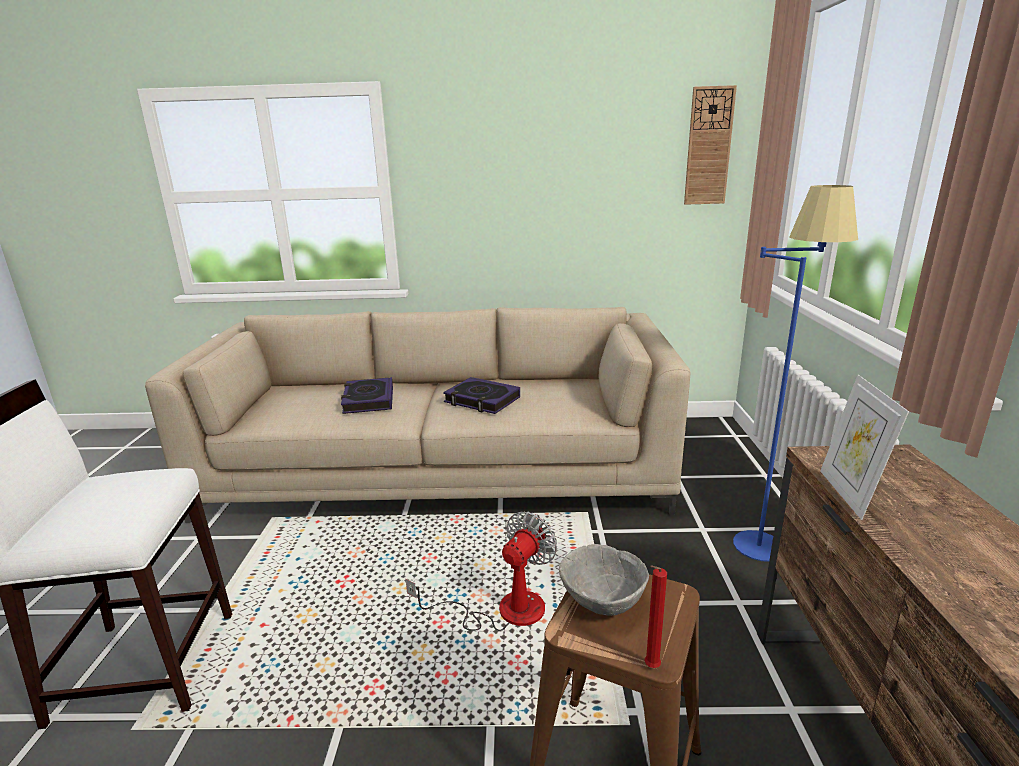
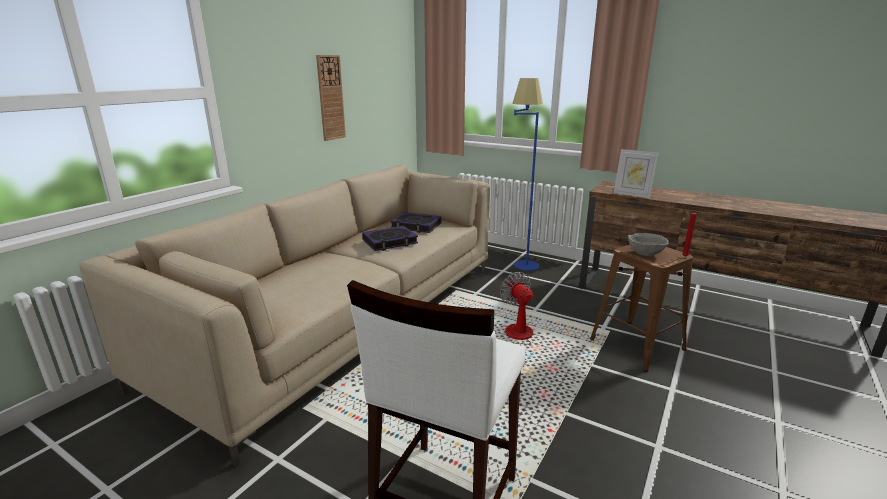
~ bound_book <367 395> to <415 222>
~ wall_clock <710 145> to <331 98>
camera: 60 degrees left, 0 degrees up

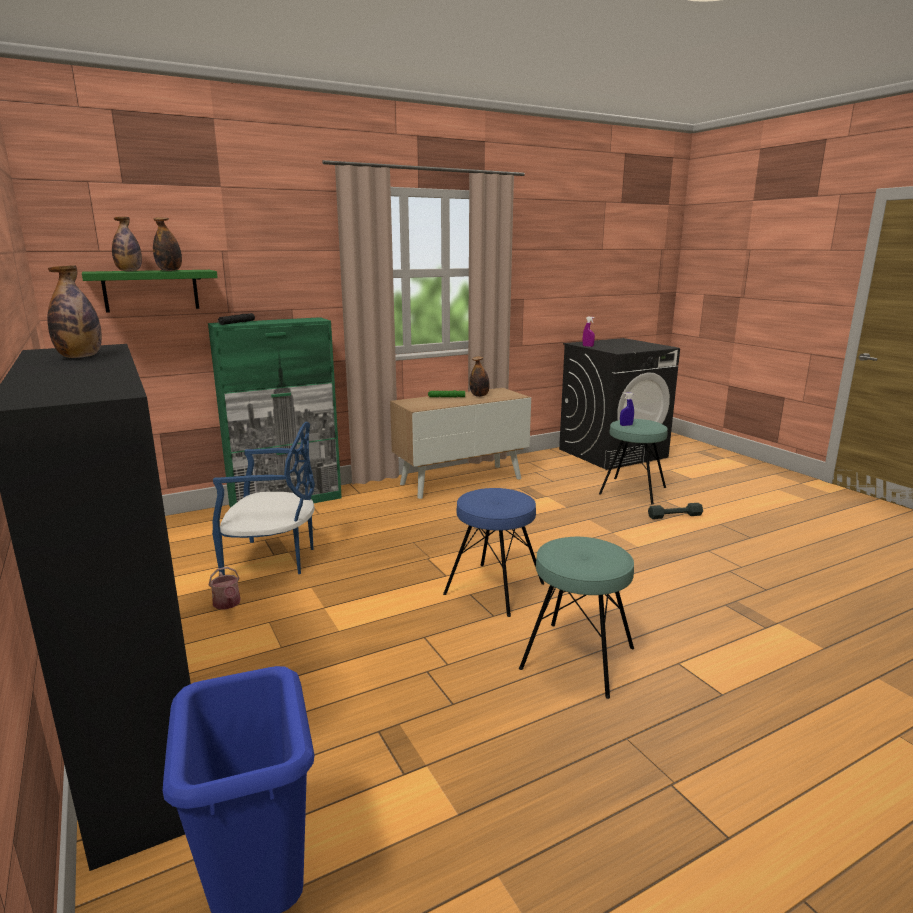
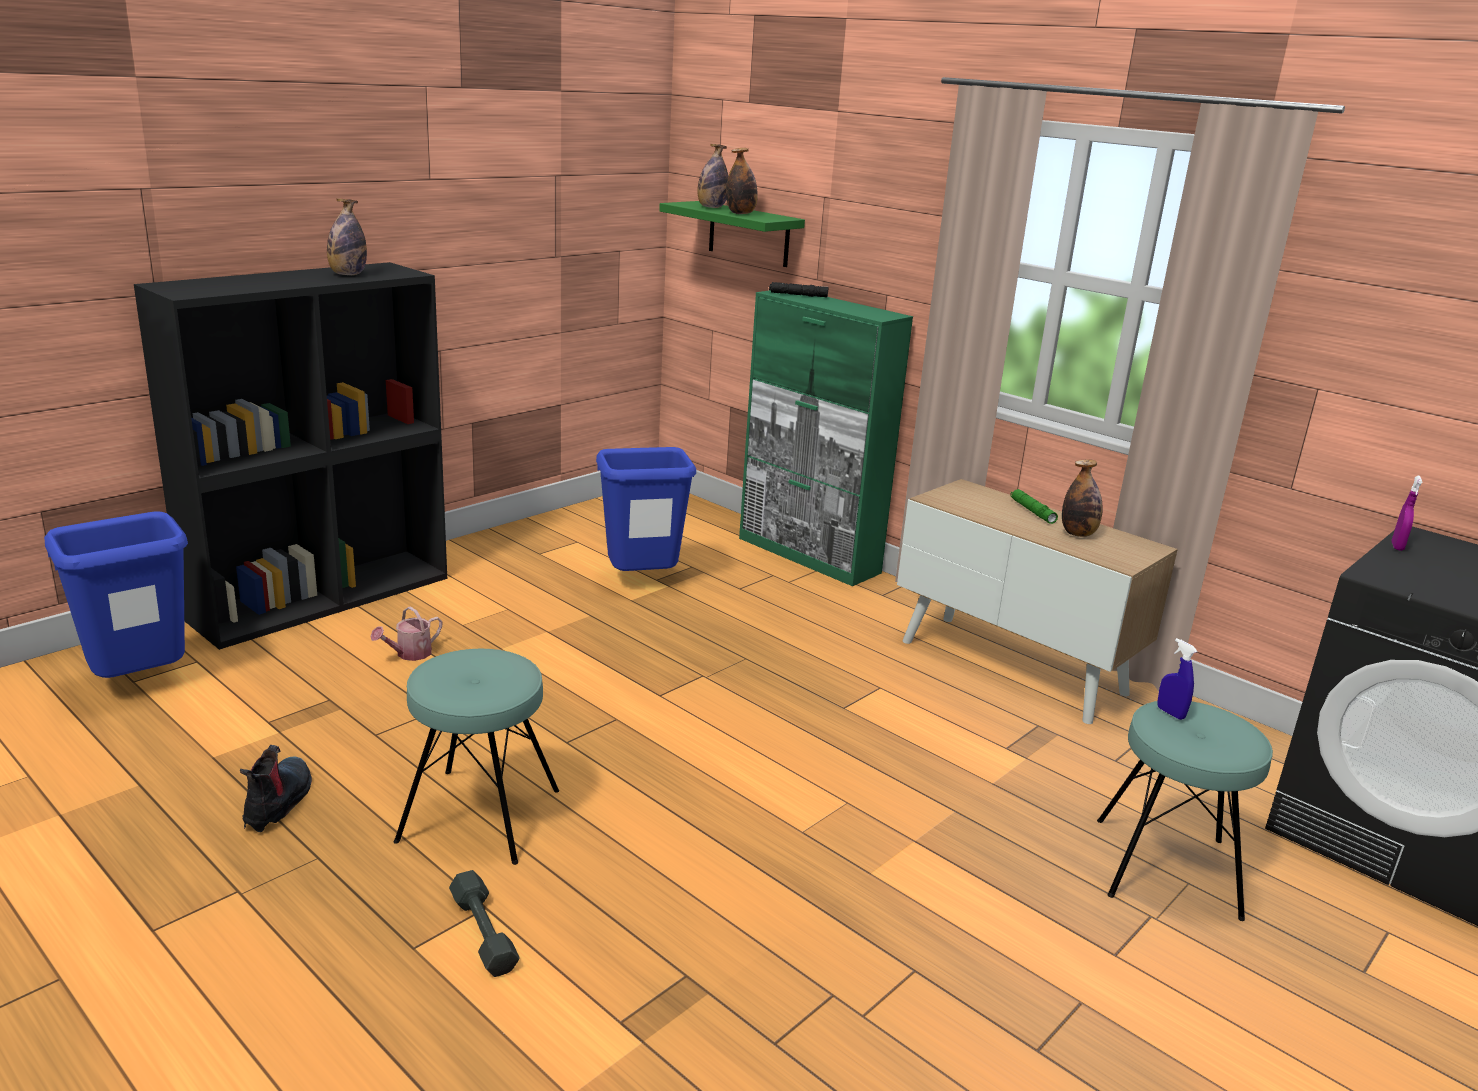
~ watering_pot <224 588> to <406 633>
~ blue_chair <263 498> to blue_trash_can <646 509>
- blue_stool <493 552>
~ gray_dumbbell <675 511> to <484 923>
+ tall_boot <276 788>
camera: 70 degrees right, 5 degrees up

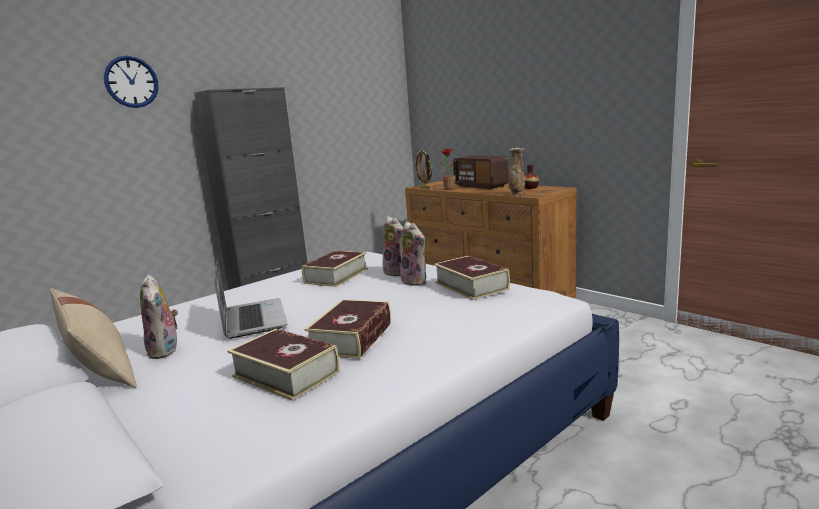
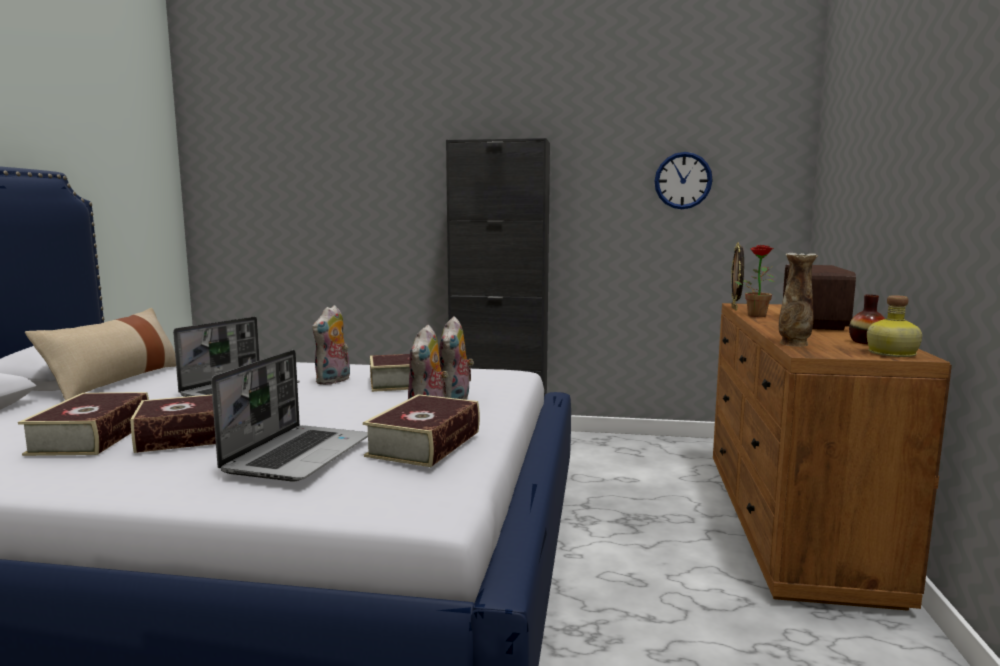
~ wall_clock <131 82> to <683 180>
~ plush_toy <159 317> to <331 345>
+ laptop <289 416>
+ bottle <894 326>
camera: 50 degrees right, 5 degrees down

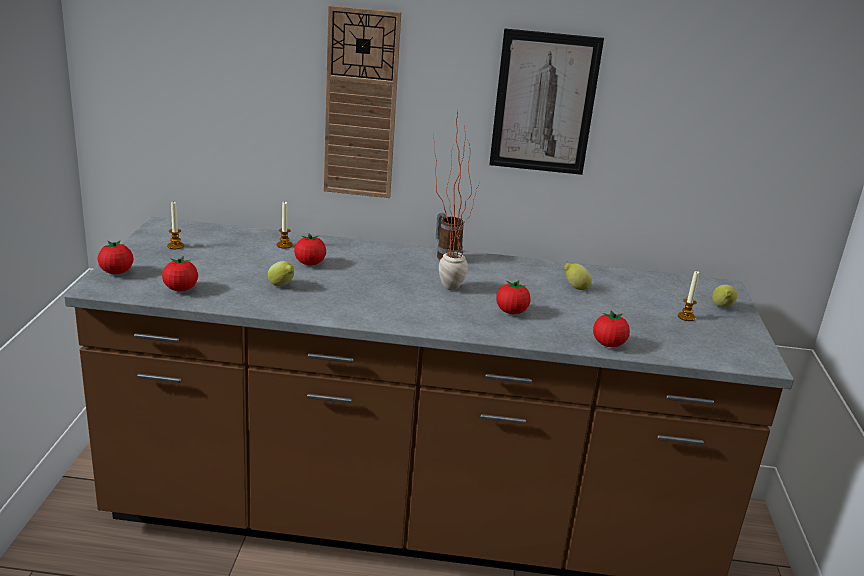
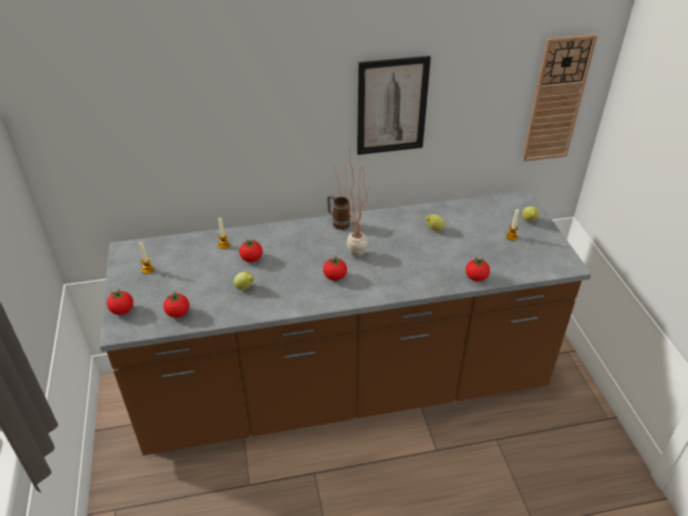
~ wall_clock <362 101> to <559 97>
~ tomato <513 297> to <335 268>
camera: 15 degrees left, 15 degrees up

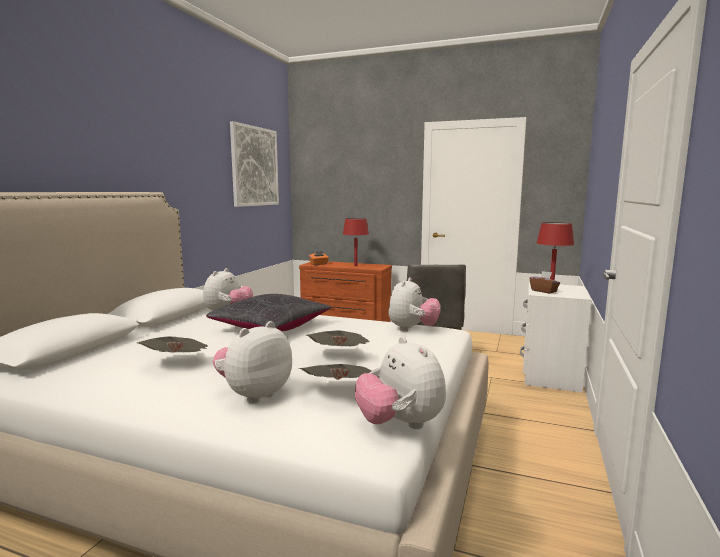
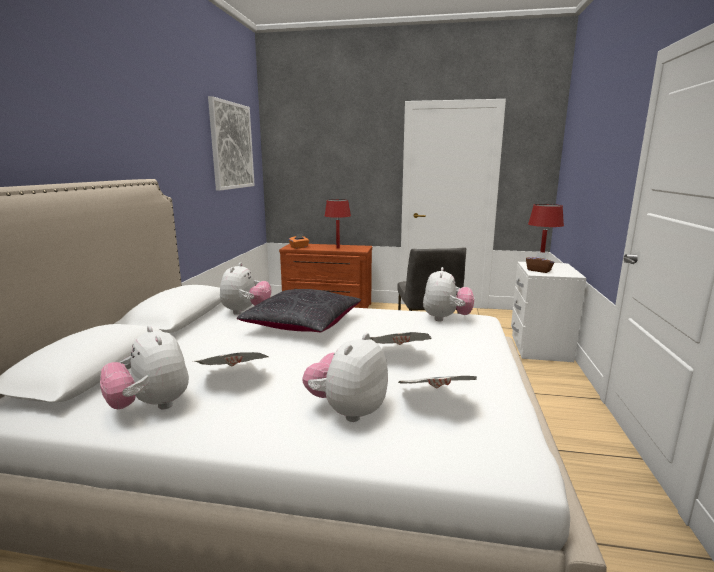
~ plush_toy <400 382> to <144 367>
camera: 10 degrees left, 5 degrees up

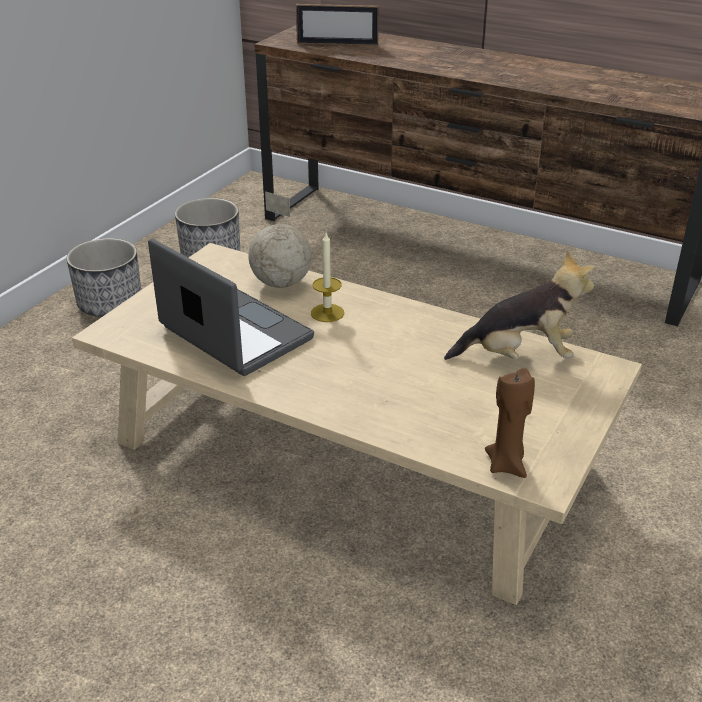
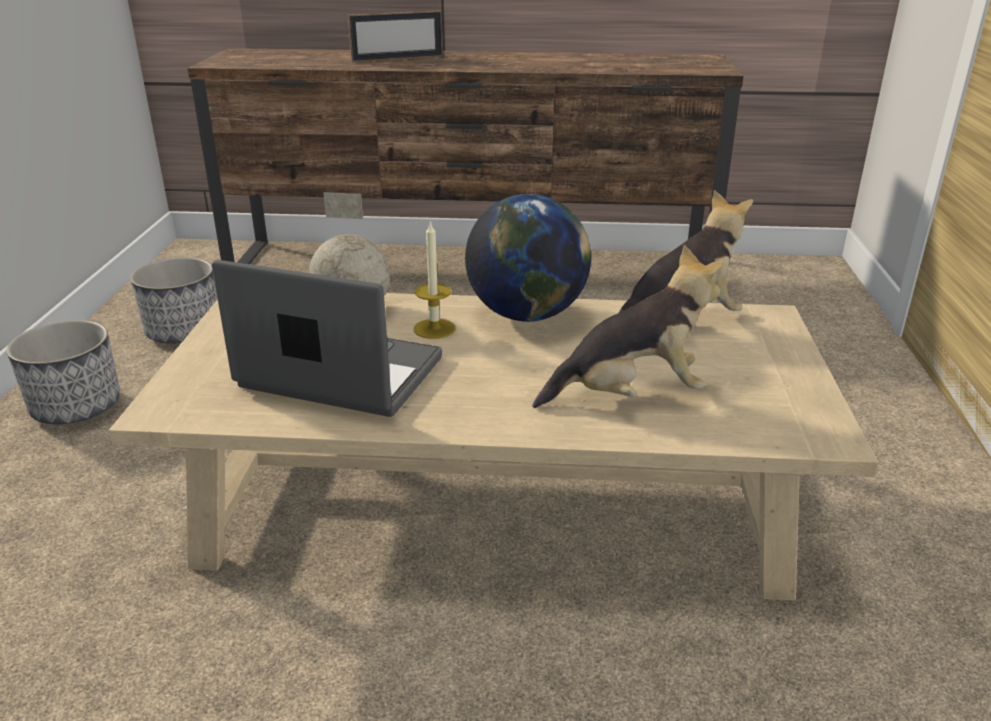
~ photo_frame <337 25> to <395 36>
- brownish_wax_light <510 423>
+ desk_globe <528 258>
+ plush_toy <628 326>
camera: 25 degrees left, 5 degrees down

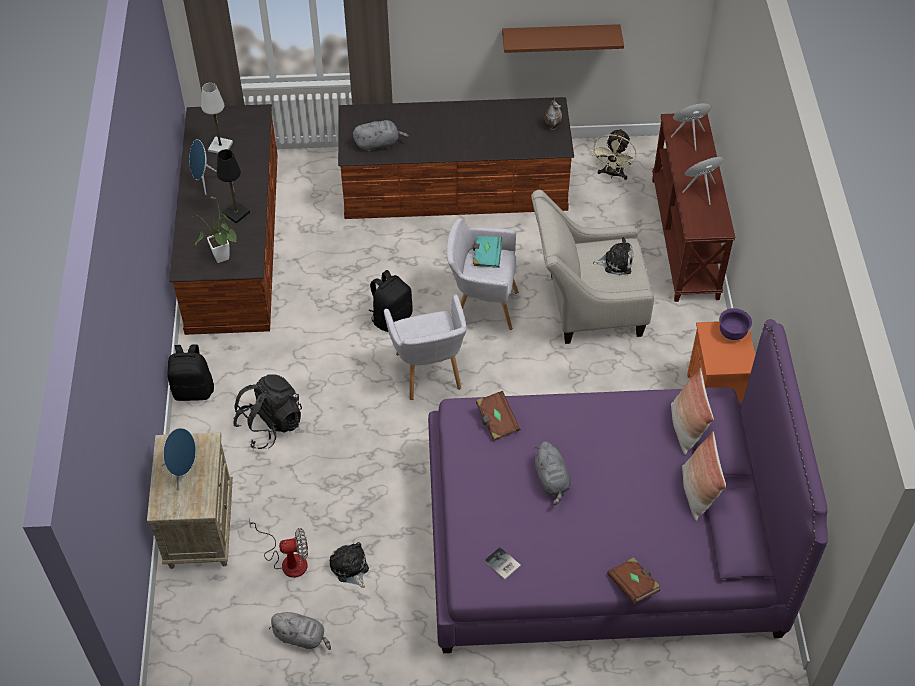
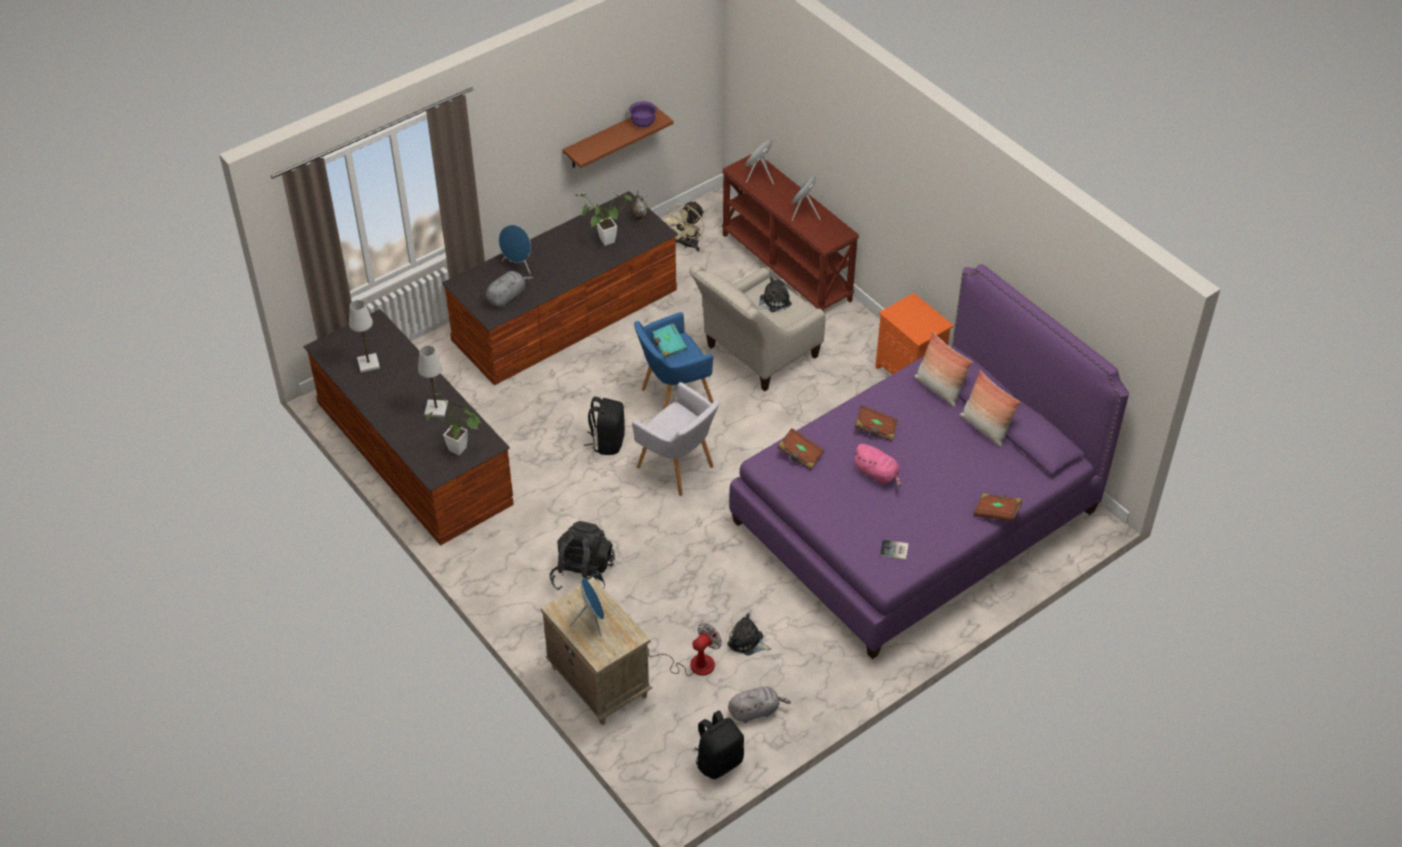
~ blackish_rucksack <190 372> to <719 744>
~ blue_loudspeaker <203 167> to <515 249>
~ blackish_lamp_for_a_table <233 186> to whitish_lamp_for_a_table <433 381>
~ gray_armchair <482 274> to blue_armchair <673 360>
~ gray_plush_toy <552 473> to pinkish_plush_toy <877 465>
~ sand-coloured_fan <614 154> = <683 226> 45 degrees clockwise
~ purplish_deep_dish <735 324> to <643 114>
+ houseplant <604 219>
+ brownish_bound_book <876 423>
camera: 35 degrees left, 5 degrees down

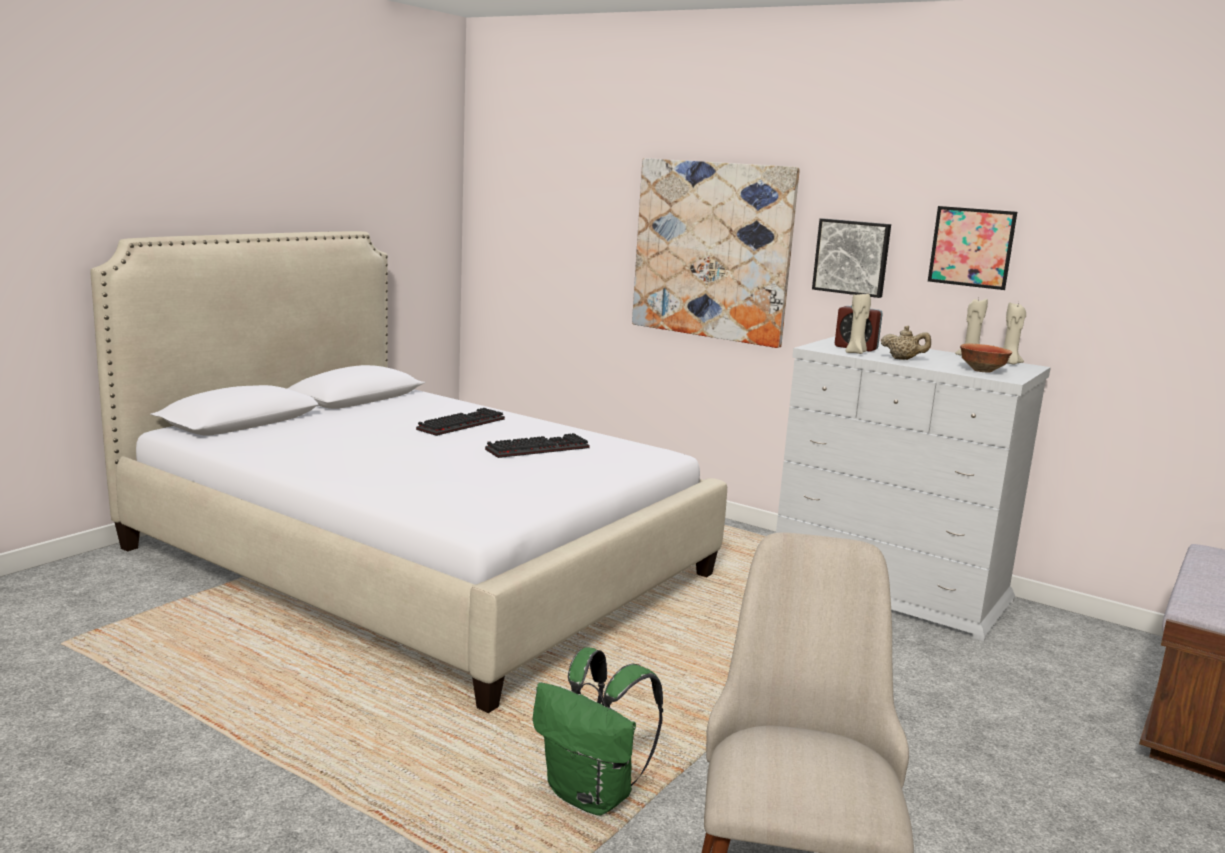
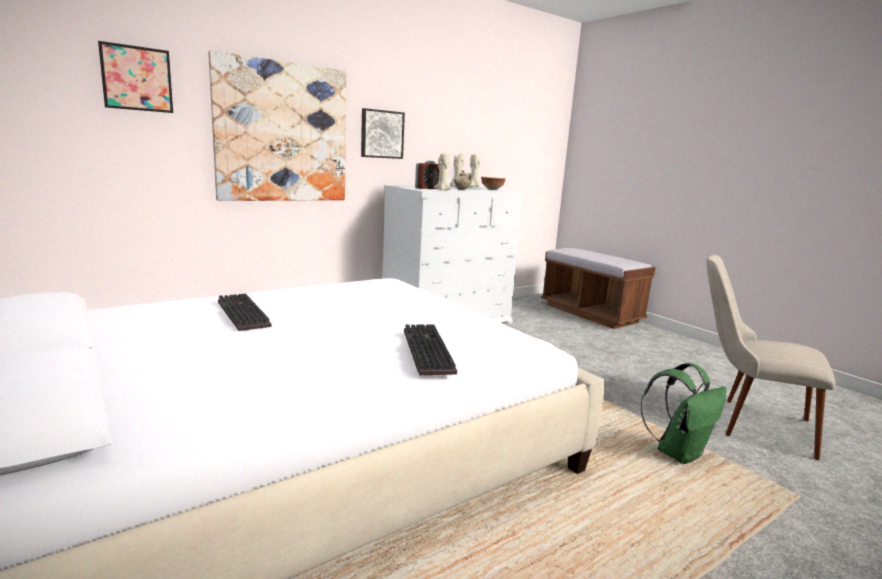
~ PC_keyboard <537 445> to <430 349>
~ wall_picture <972 248> to <135 77>
camera: 70 degrees left, 0 degrees up

